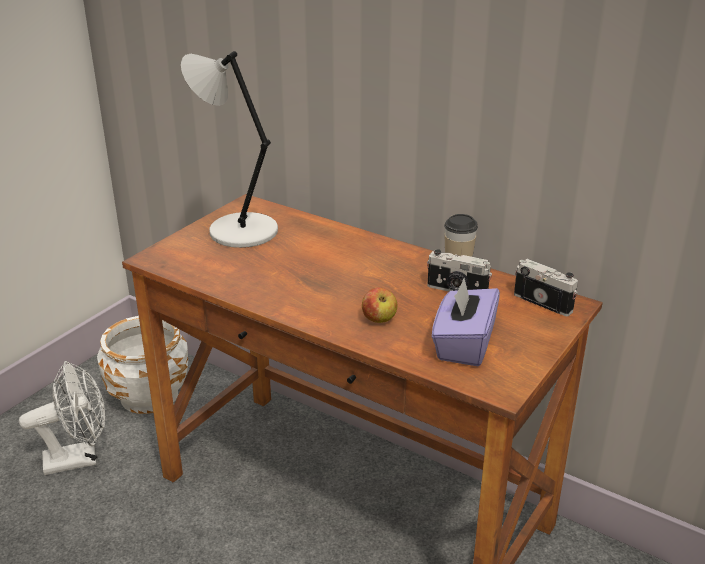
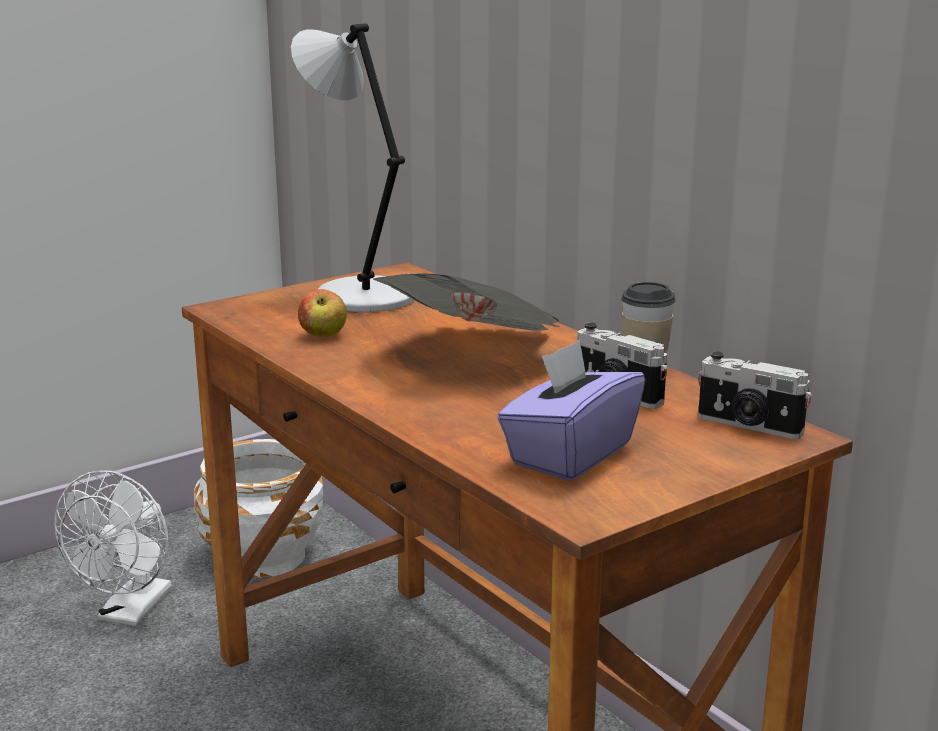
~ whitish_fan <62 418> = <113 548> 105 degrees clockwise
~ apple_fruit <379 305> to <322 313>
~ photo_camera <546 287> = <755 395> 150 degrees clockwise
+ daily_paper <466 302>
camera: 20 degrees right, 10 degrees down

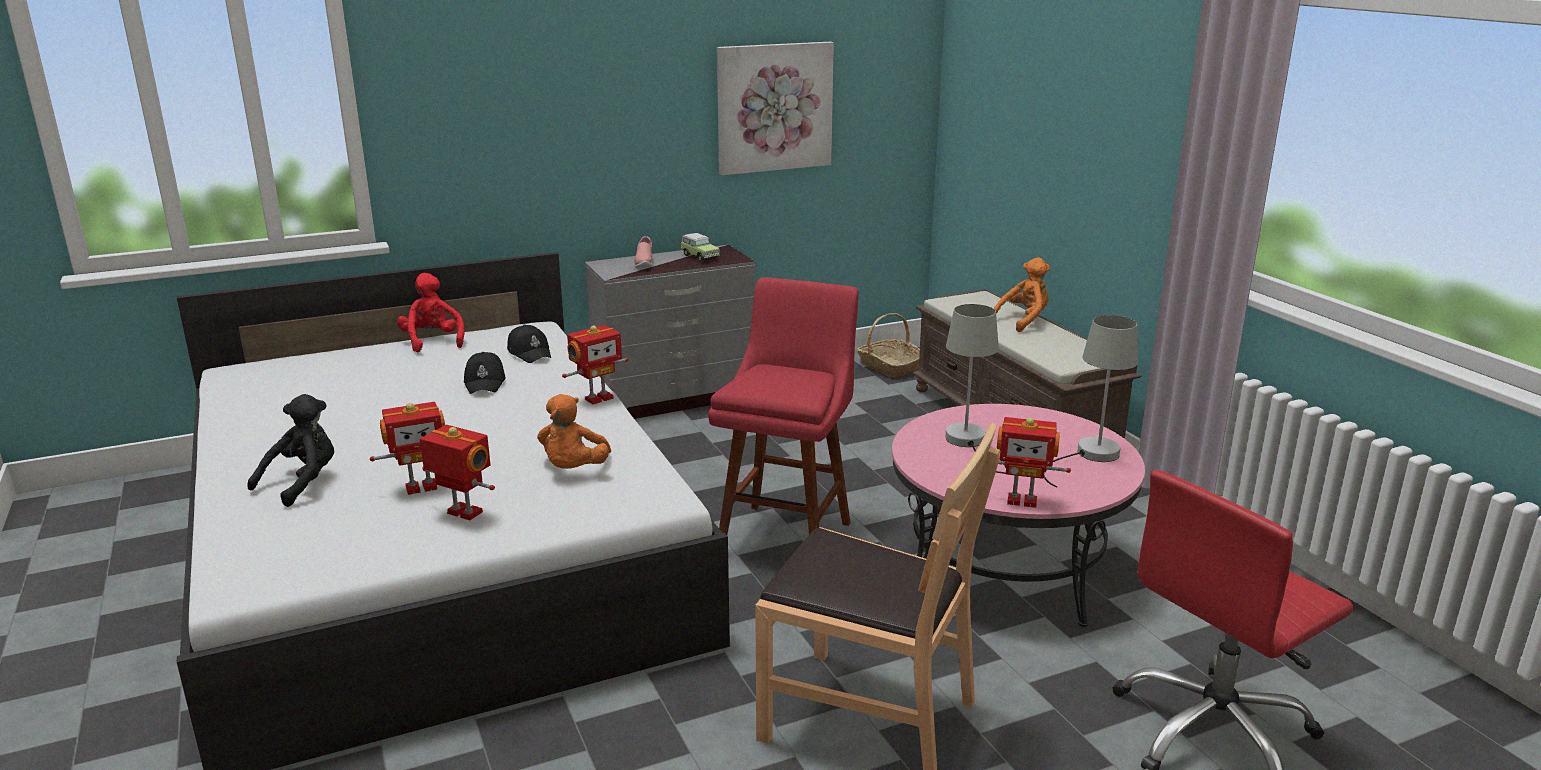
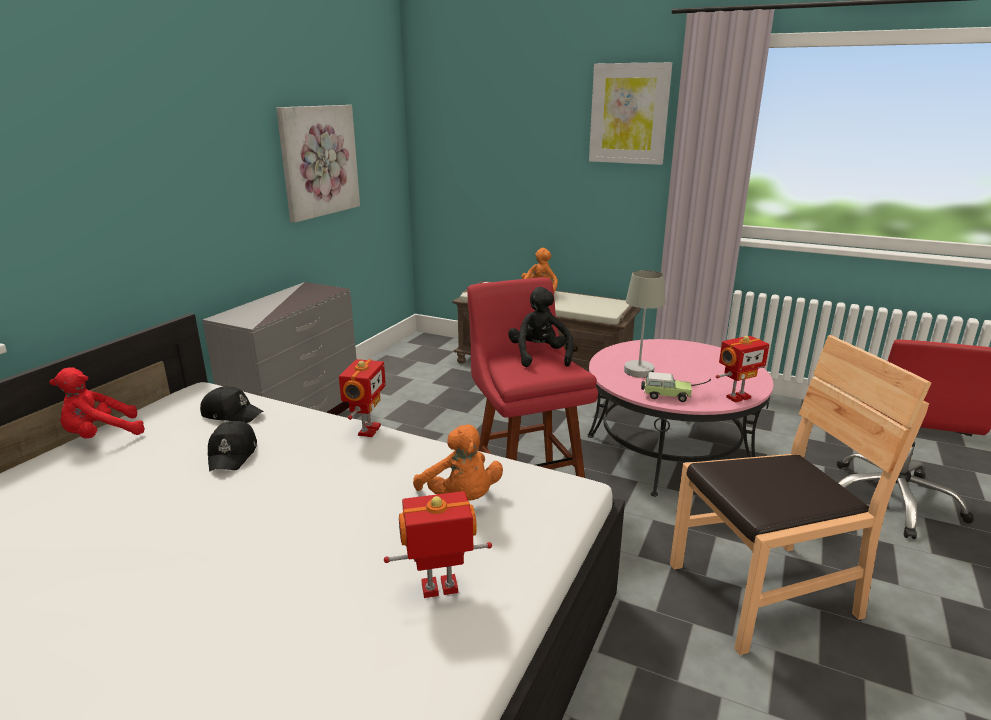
~ blackish_plush_toy <290 450> to <541 327>
- robot_figure <407 448>
~ reddish_plush_toy <430 312> = <97 403> 60 degrees counterclockwise
~ blackish_peaked_cap <485 373> = <232 446> 45 degrees clockwise
- pinkish_low_shoe <643 252>
~ miniature_car <700 247> to <666 387>
- basket <888 345>
- gray_lamp_for_a_table <1091 401>
+ wall_picture <630 113>
camera: 40 degrees left, 0 degrees up

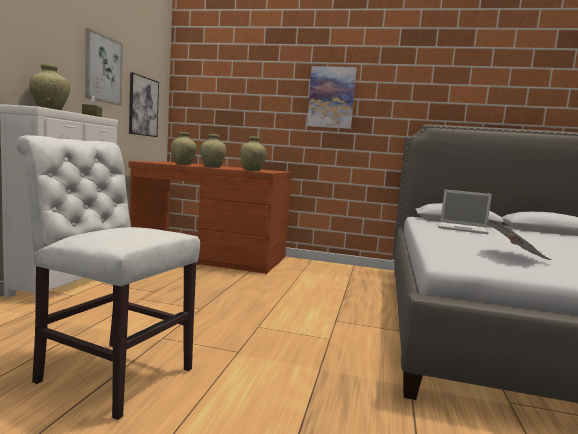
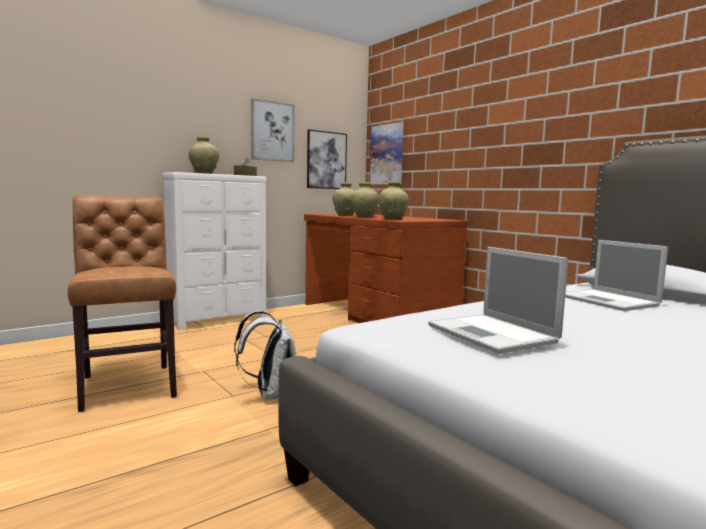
~ whitish_chair <108 277> to brownish_chair <122 303>
~ wall_picture <332 97> to <387 153>
~ daily_paper <518 239> to laptop <498 300>
+ whitish_rucksack <265 354>
camera: 40 degrees right, 0 degrees up

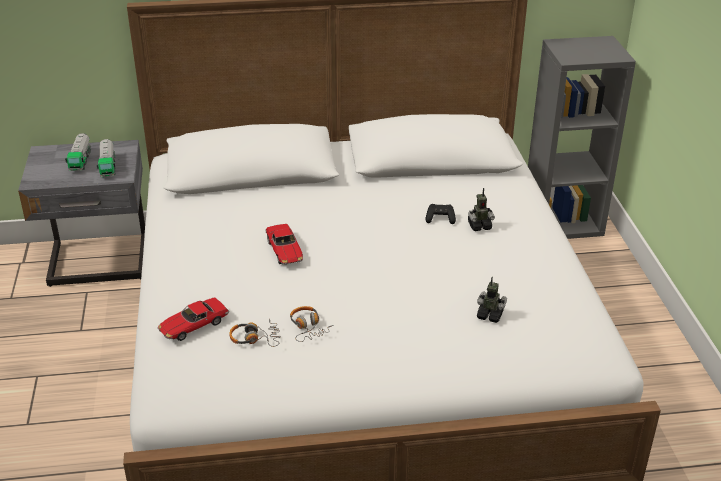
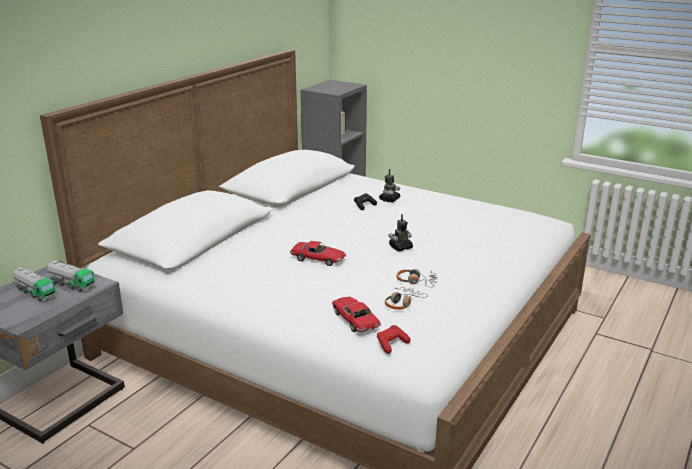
~ miniature_car <193 319> = <356 314> 150 degrees clockwise
~ robot_figure <492 300> to <400 232>
+ reddish_gamepad <393 339>
camera: 50 degrees left, 10 degrees down

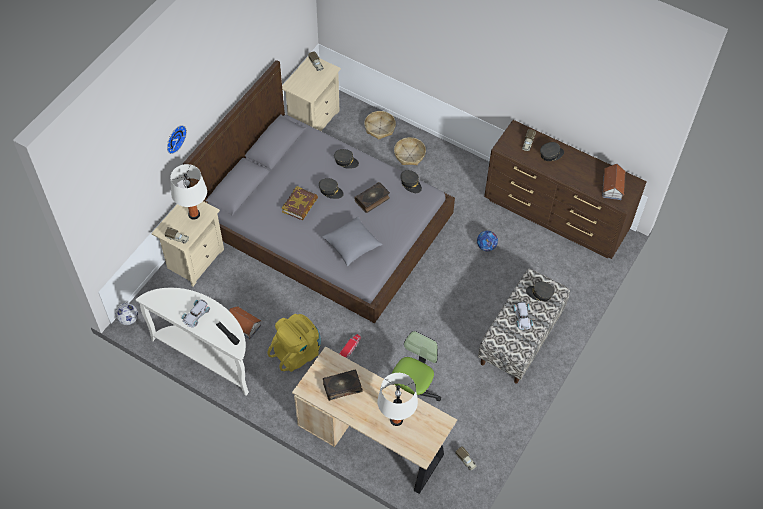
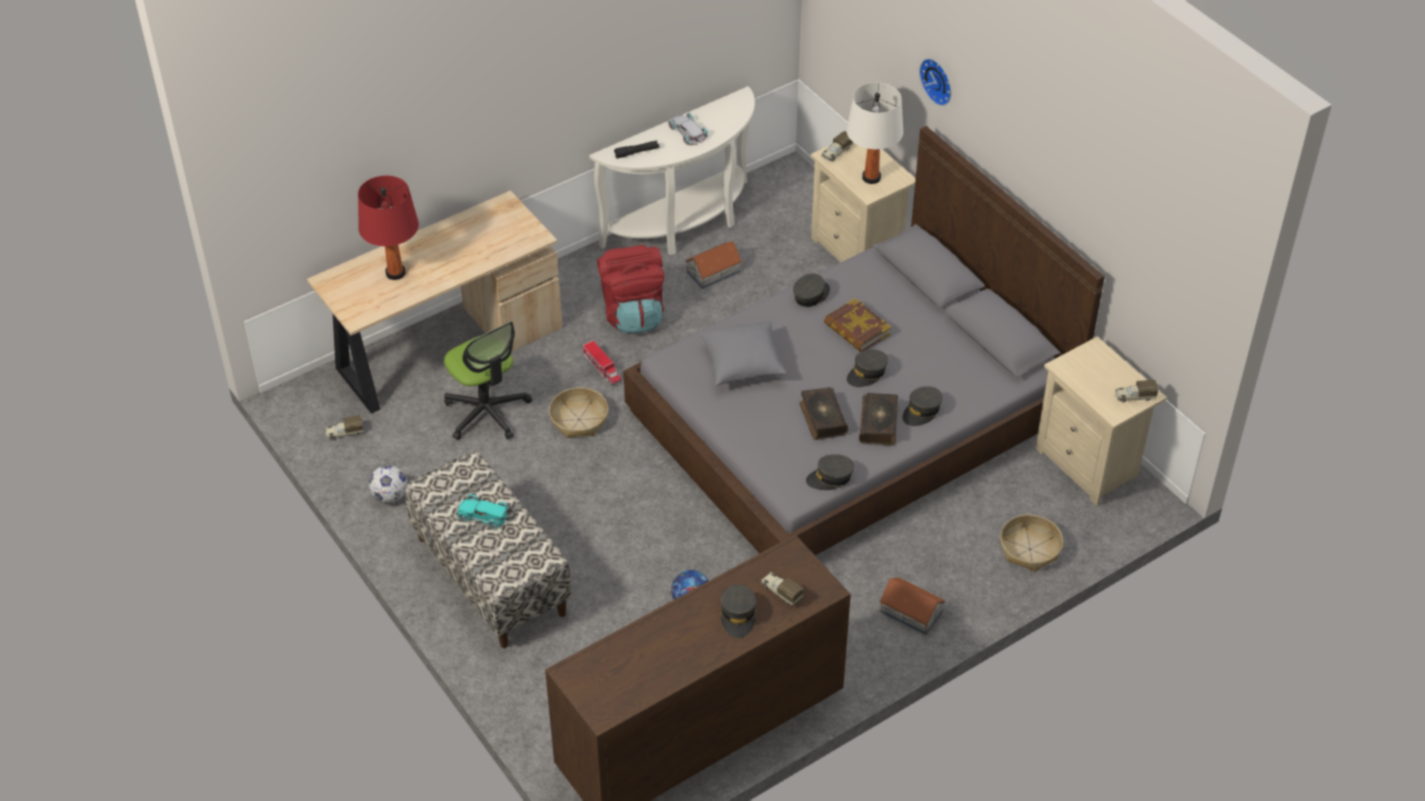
~ football <127 314> to <388 484>
~ yellow-coloured_rucksack <294 343> to reddish_rucksack <631 289>
~ bound_book <342 385> to <878 419>
~ whitish_lamp_for_a_table <397 399> to reddish_lamp_for_a_table <388 228>
~ basket <410 151> to <578 412>
~ whitish_miniature_car <523 316> to blue-green_miniature_car <483 511>
~ gray_peaked_cap <540 291> to <811 290>
~ toy_house <613 182> to <912 606>
camera: 115 degrees right, 10 degrees down

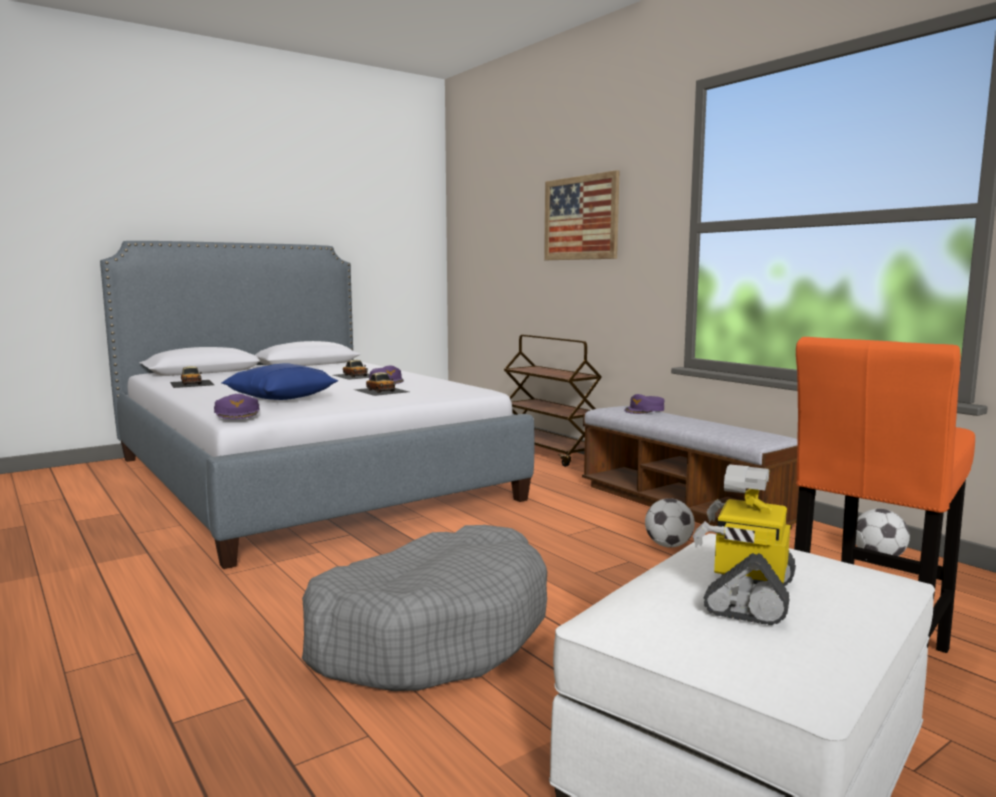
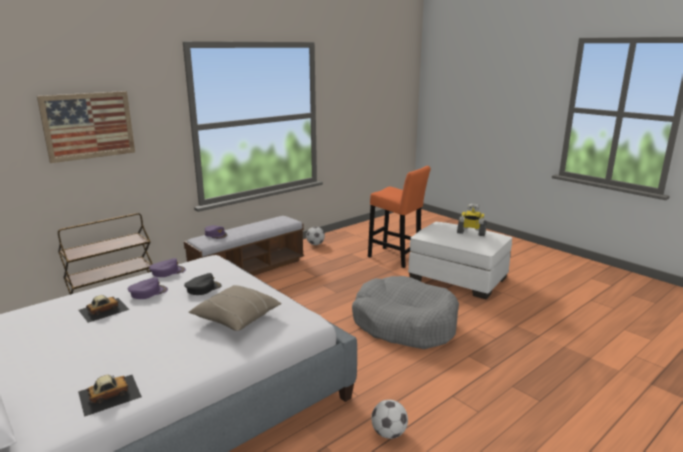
~ purplish_peaked_cap <236 406> to <167 267>
~ blue_cushion <280 381> to sand-coloured_cushion <235 308>
~ miniature_car <382 384> to blackish_peaked_cap <203 284>
~ football <670 523> to <389 419>
camera: 95 degrees left, 10 degrees up

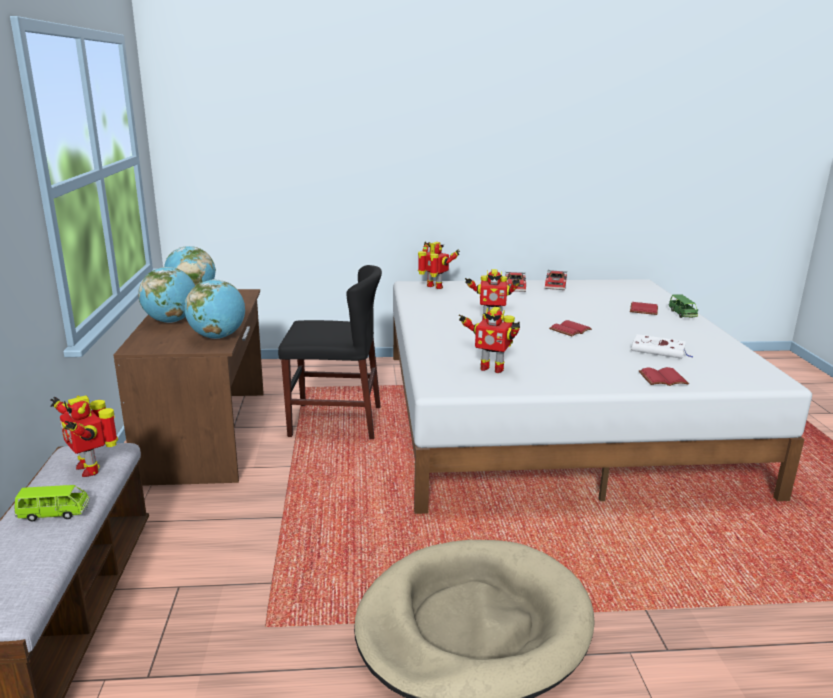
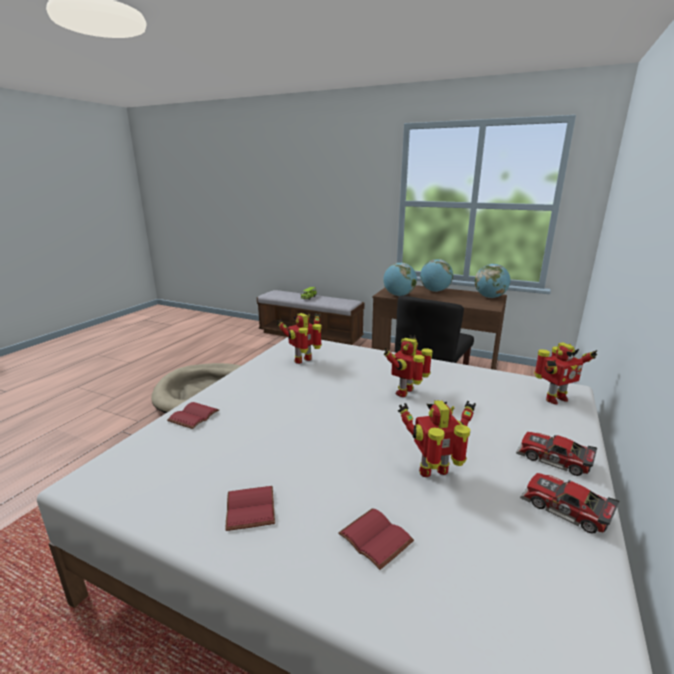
~ robot_figure <84 436> to <437 438>
~ reddish_bound_book <570 328> to <250 508>
- whitish_bound_book <662 346>
- green-coloured_miniature_car <684 306>
camera: 120 degrees right, 0 degrees up

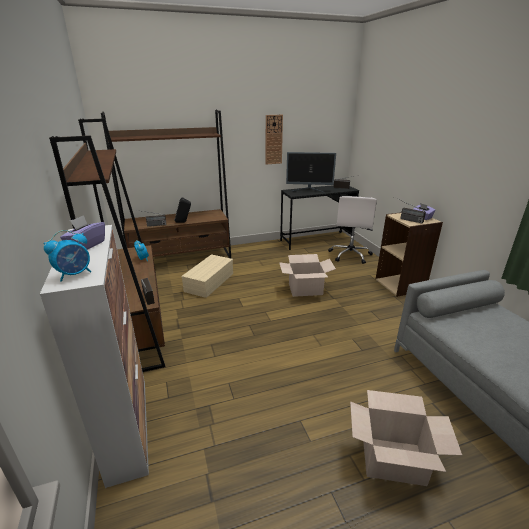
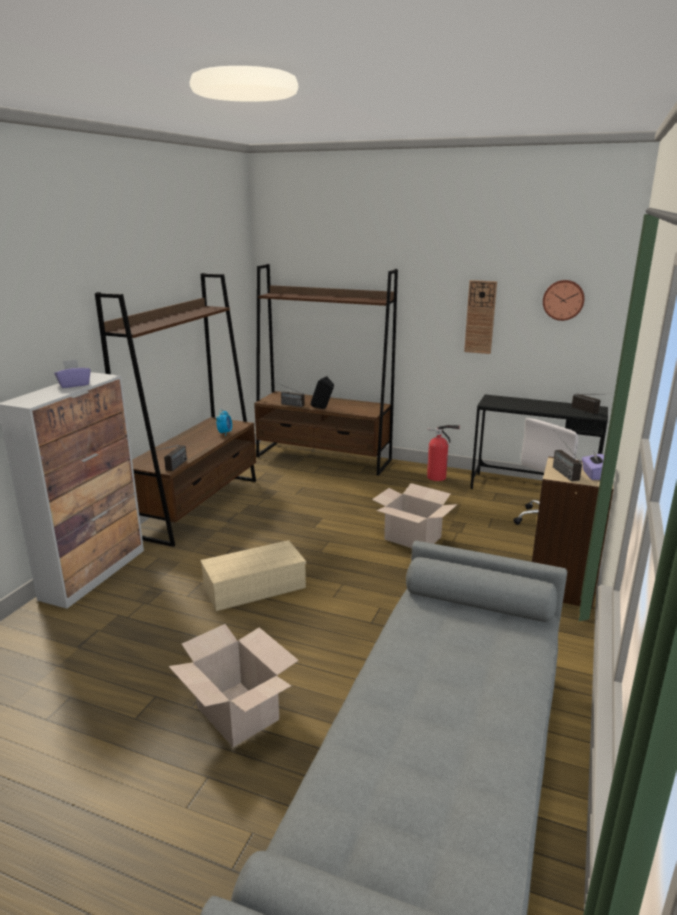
- table_clock <67 256>
~ sand-coloured_storage_bin <207 276> to <253 575>
- monitor <311 172>
+ fire_extinguisher <443 453>
+ wall_clock <564 300>
camera: 40 degrees right, 5 degrees down

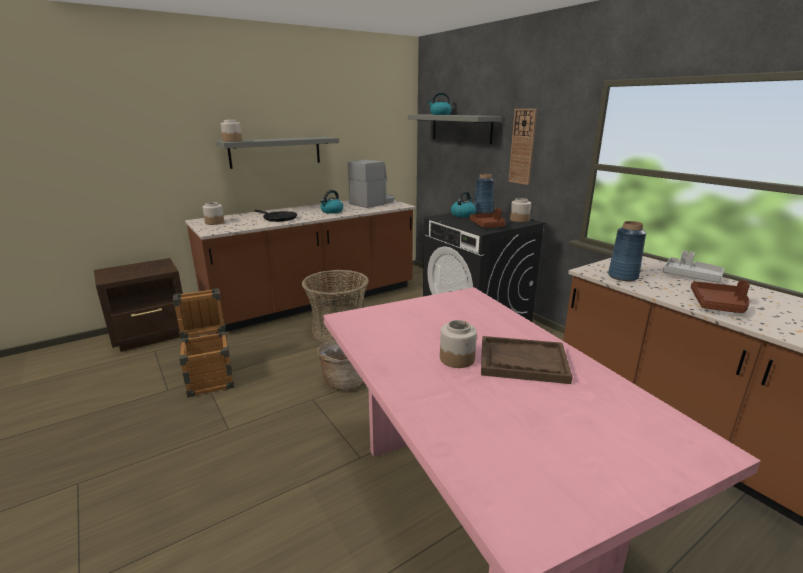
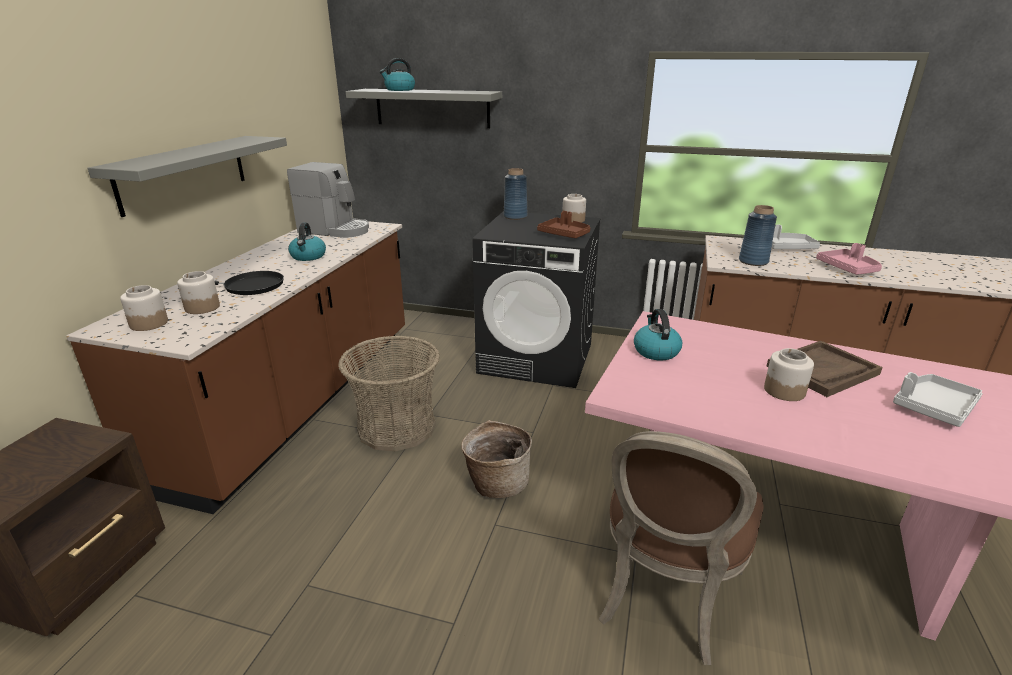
- shipping_crate <203 343>
~ jar <231 131> to <198 292>
~ coffee_maker <371 184> = <328 200> 105 degrees clockwise
~ kettle <463 204> to <658 334>
- wall_clock <522 147>
~ brownish_carrying_tray <720 296> to pinkish_carrying_tray <849 259>
+ brownish_chair <681 548>
+ gray_carrying_tray <938 399>
camera: 40 degrees left, 5 degrees up

